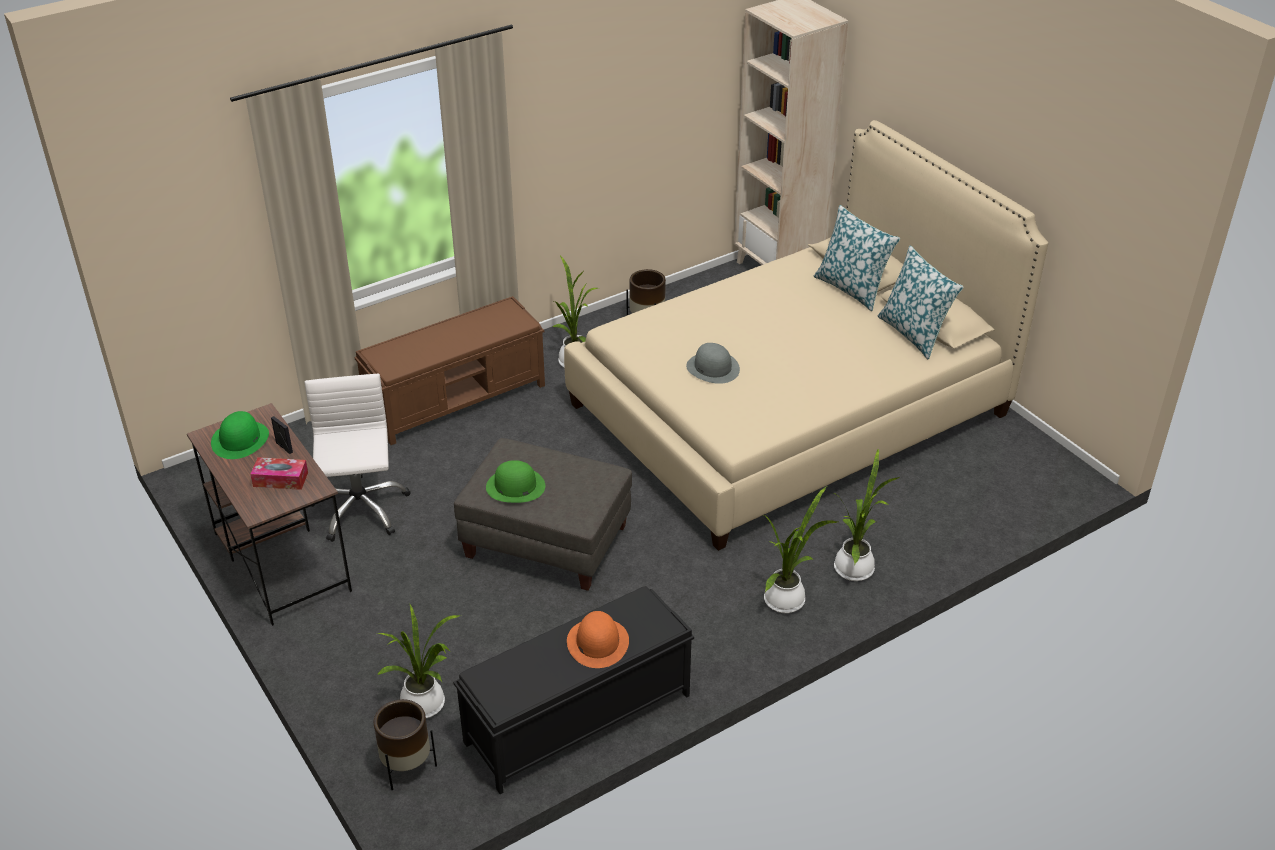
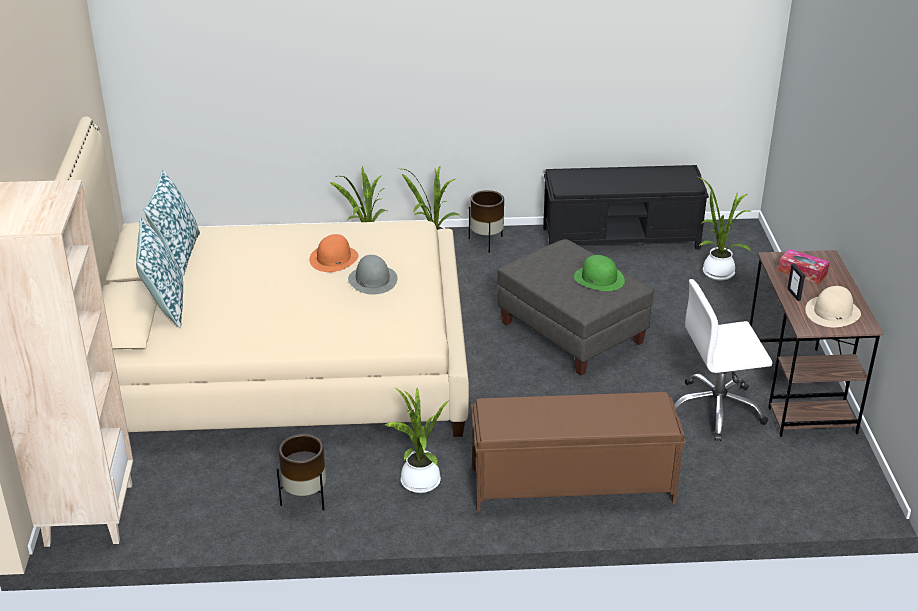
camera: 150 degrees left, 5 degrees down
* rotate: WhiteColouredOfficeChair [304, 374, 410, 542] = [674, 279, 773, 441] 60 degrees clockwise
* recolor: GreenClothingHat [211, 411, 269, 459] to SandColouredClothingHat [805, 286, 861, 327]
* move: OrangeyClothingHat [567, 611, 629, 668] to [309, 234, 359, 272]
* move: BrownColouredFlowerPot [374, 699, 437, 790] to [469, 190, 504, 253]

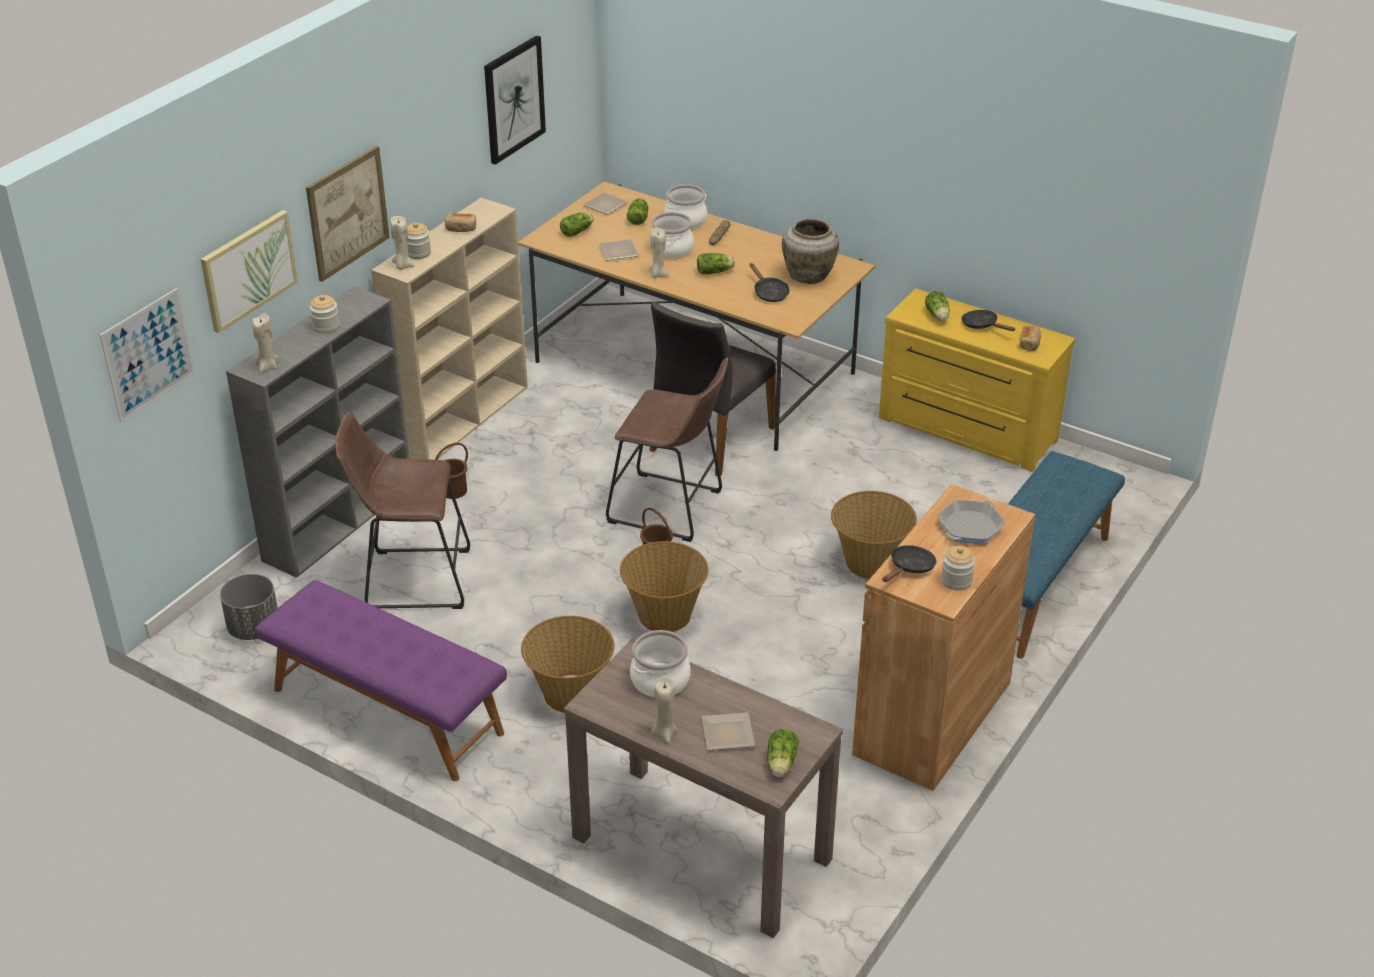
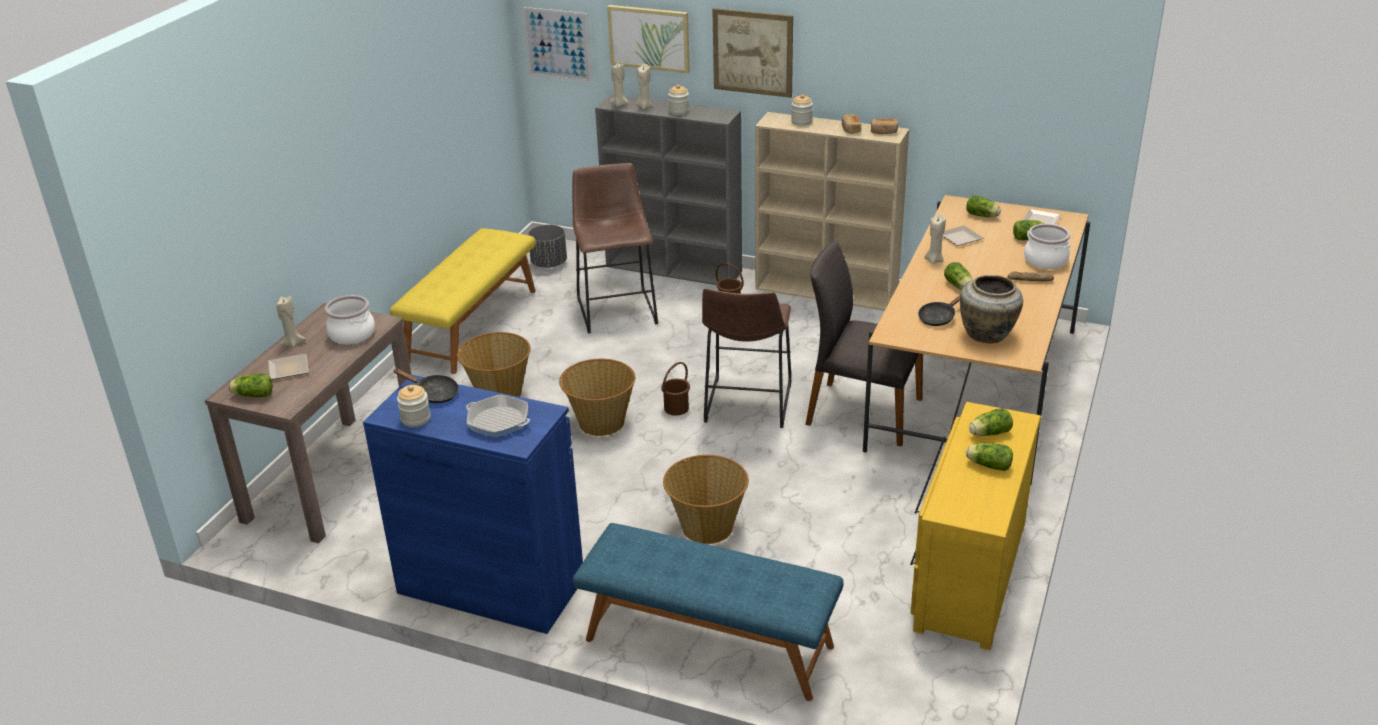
camera: 80 degrees right, 5 degrees down
* delete: WallPicture [484, 35, 546, 165]
* delete: Saucepot [651, 212, 694, 258]
* move: SandColouredWaxLight [390, 216, 415, 270] to [636, 64, 653, 109]
* replace: BlackColouredFryingPan [962, 310, 1015, 331] to HeadOfLettuce [966, 443, 1013, 471]
* move: Bread [1020, 325, 1041, 351] to [871, 119, 898, 134]
* recolor: BrownColouredStorageCabinet [852, 484, 1035, 791] to BlueStorageCabinet [363, 375, 583, 634]
* recolor: PurpleColouredIndoorBench [255, 580, 507, 781] to YellowishIndoorBench [390, 228, 536, 374]

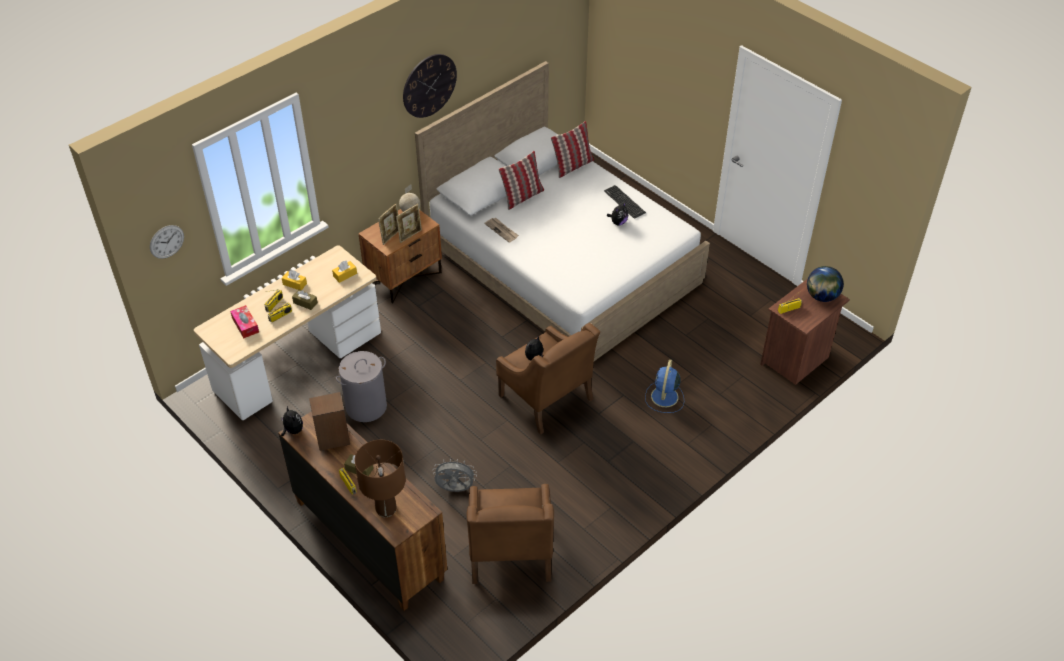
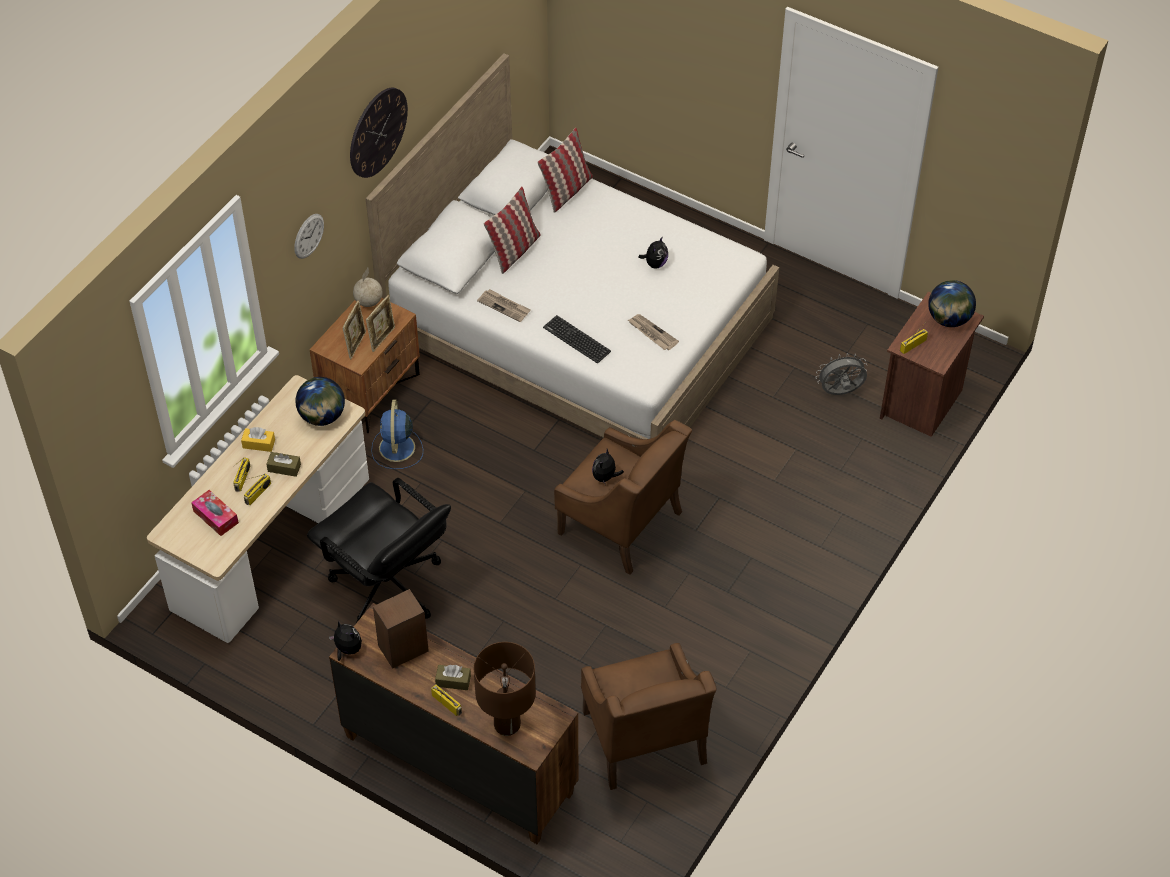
camera: 15 degrees left, 5 degrees up
* move: ComputerKeyboard [604, 185, 646, 218] to [543, 315, 611, 363]
* move: HangingClock [150, 225, 184, 259] to [294, 214, 324, 259]
* replace: YellowishTissueHolder [332, 261, 357, 283] to Globe [296, 377, 345, 426]
* replace: GrayLaundryBasket [336, 351, 387, 422] to BlackColouredOfficeChair [307, 478, 451, 622]
* move: BlueElectricFan [645, 359, 684, 413] to [371, 400, 423, 469]
* move: GrayElectricFan [433, 458, 477, 492] to [816, 353, 867, 395]
* insert: PrintedPaper [628, 314, 679, 350]

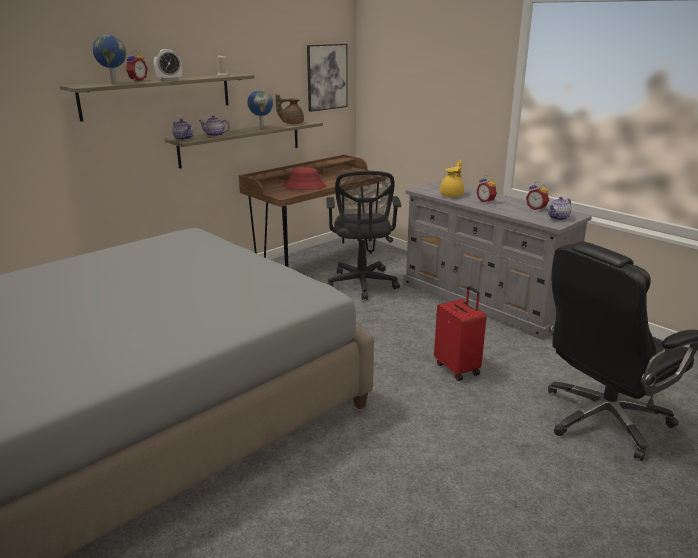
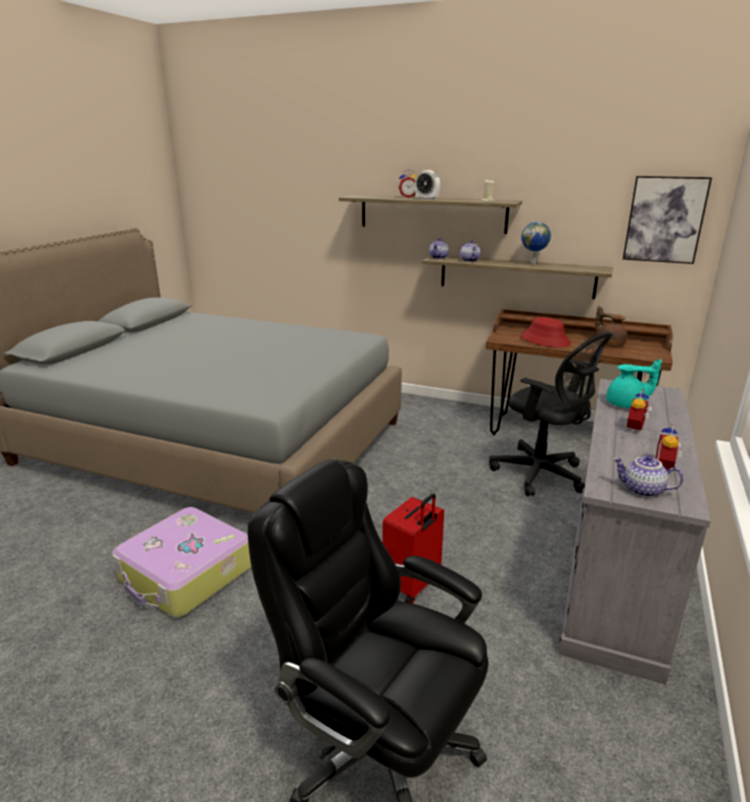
camera: 65 degrees right, 0 degrees up
* delete: Globe [92, 35, 126, 84]
* move: BrownColouredTeapot [276, 94, 304, 124] to [595, 306, 627, 347]
* recolor: YellowishTeapot [440, 160, 464, 197] to TurquoiseColouredTeapot [606, 359, 662, 408]
* rotate: BlackColouredOfficeChair [326, 171, 401, 300] = [489, 333, 613, 496] 105 degrees counterclockwise
* insert: PieceOfLuggage [112, 507, 252, 618]

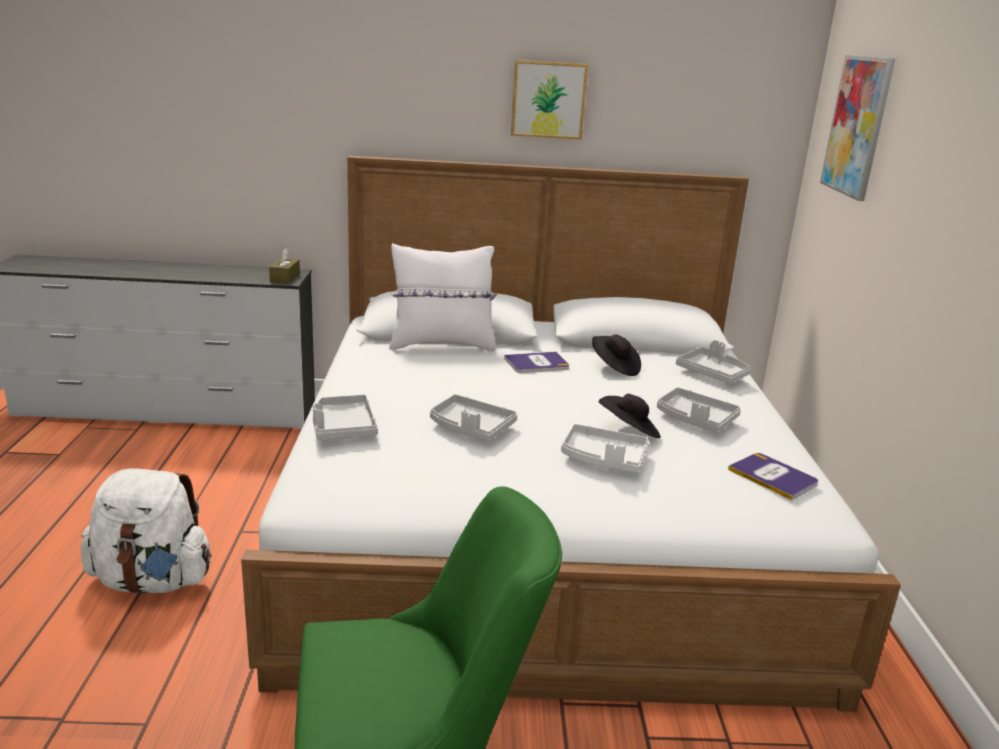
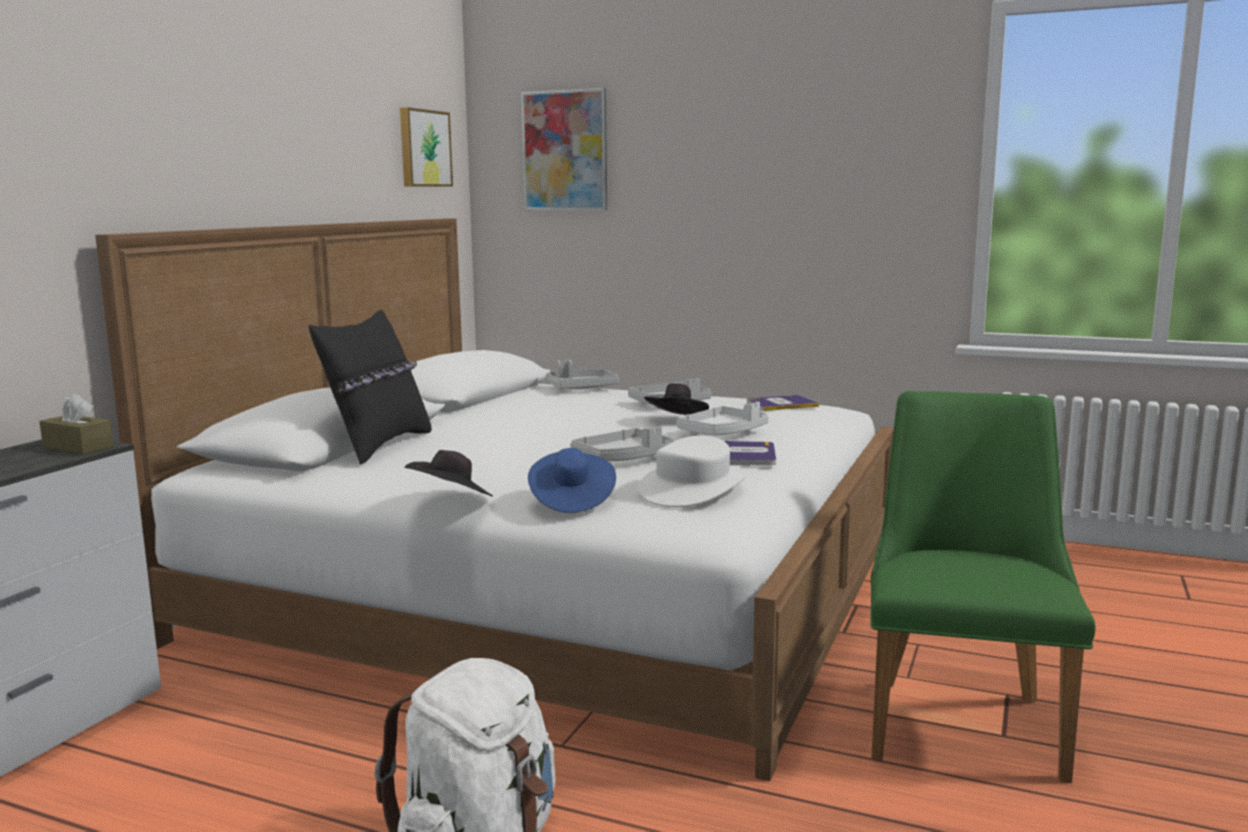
camera: 65 degrees left, 10 degrees down
* move: WallPicture [511, 60, 588, 139] to [400, 107, 453, 187]
* recolor: WhiteColouredThrowPillow [389, 243, 498, 351] to BlackColouredThrowPillow [309, 310, 432, 465]
* move: BlackColouredClothingHat [592, 334, 641, 376] to [405, 450, 493, 497]
* move: Book [504, 352, 569, 373] to [725, 441, 776, 465]
* replace: GrayCarryingTray [313, 395, 378, 440] to BlueClothingHat [528, 448, 616, 513]
* insert: WhiteColouredClothingHat [638, 436, 746, 507]

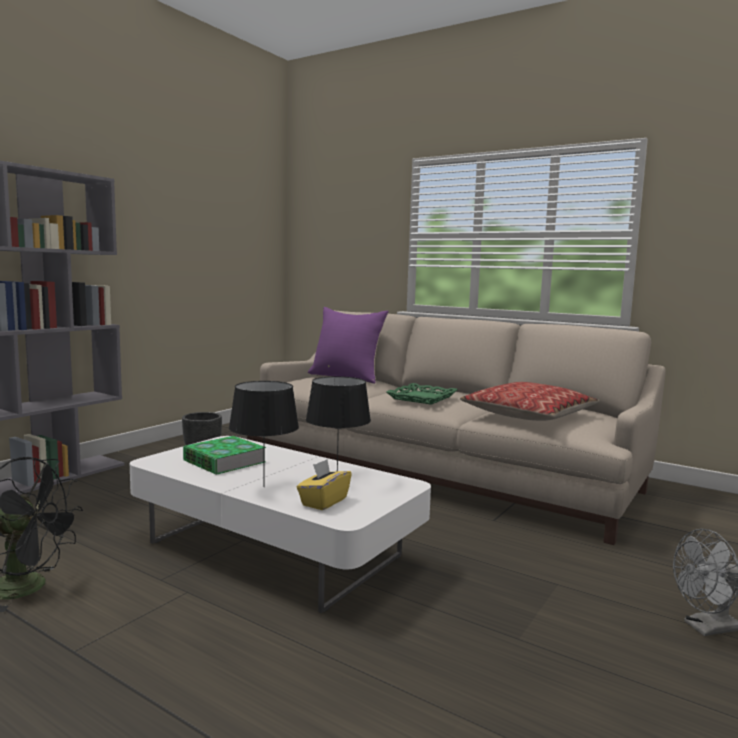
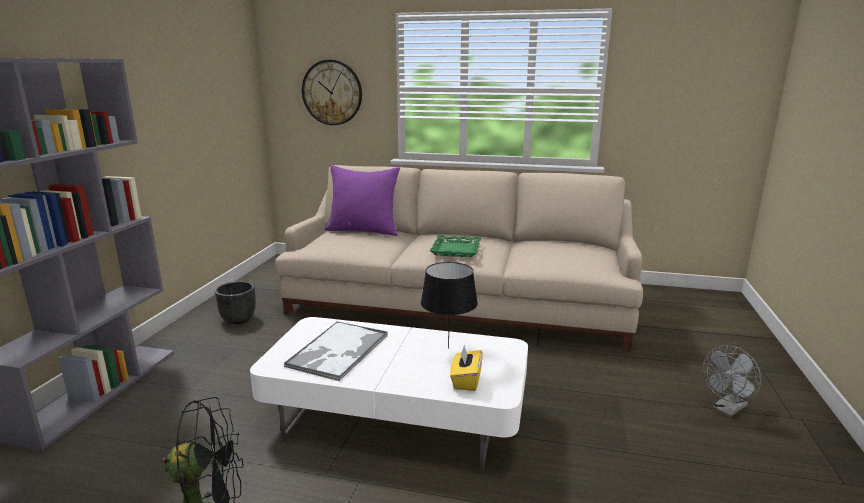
camera: 20 degrees left, 10 degrees up
* delete: BlackColouredTabletopLamp [229, 381, 299, 487]
* delete: ThrowPillow [460, 382, 599, 421]
* replace: Book [183, 436, 266, 475] to CarryingTray [284, 321, 388, 381]
* insert: HangingClock [302, 60, 362, 125]

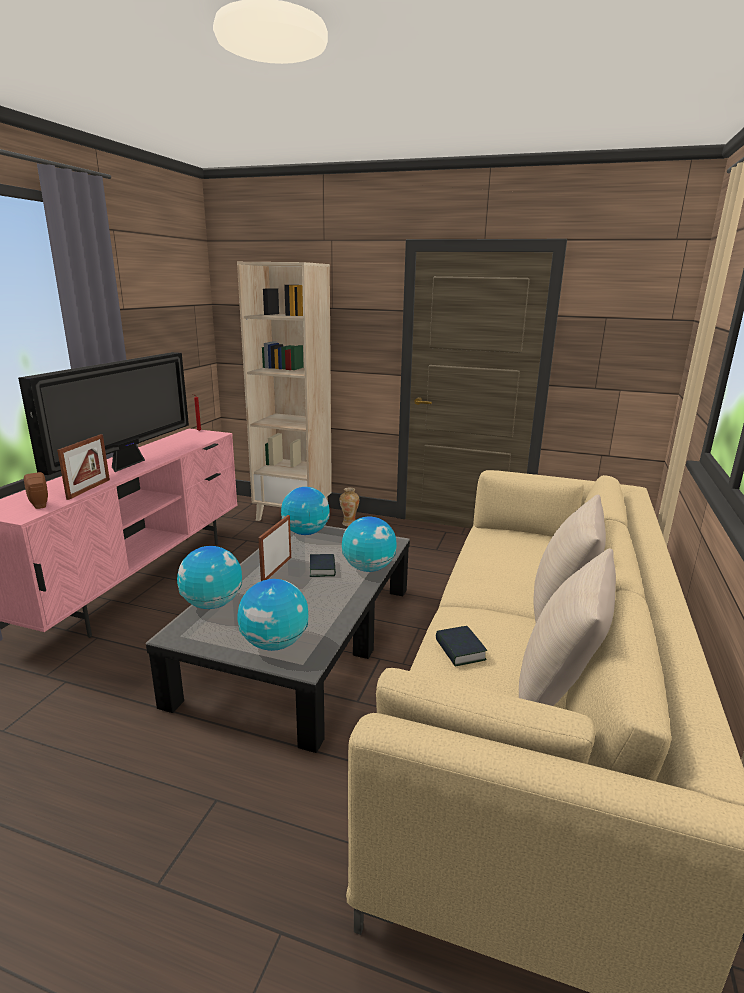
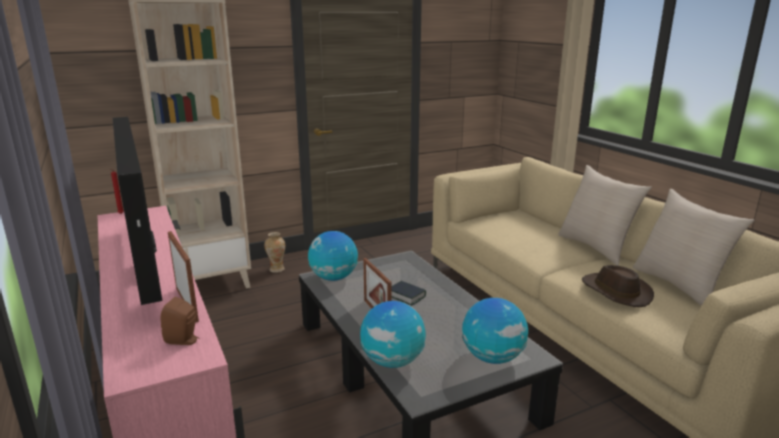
camera: 45 degrees left, 0 degrees up
* delete: Globe [342, 517, 397, 572]
* replace: Book [436, 626, 487, 667] to BrownColouredClothingHat [582, 265, 654, 307]

